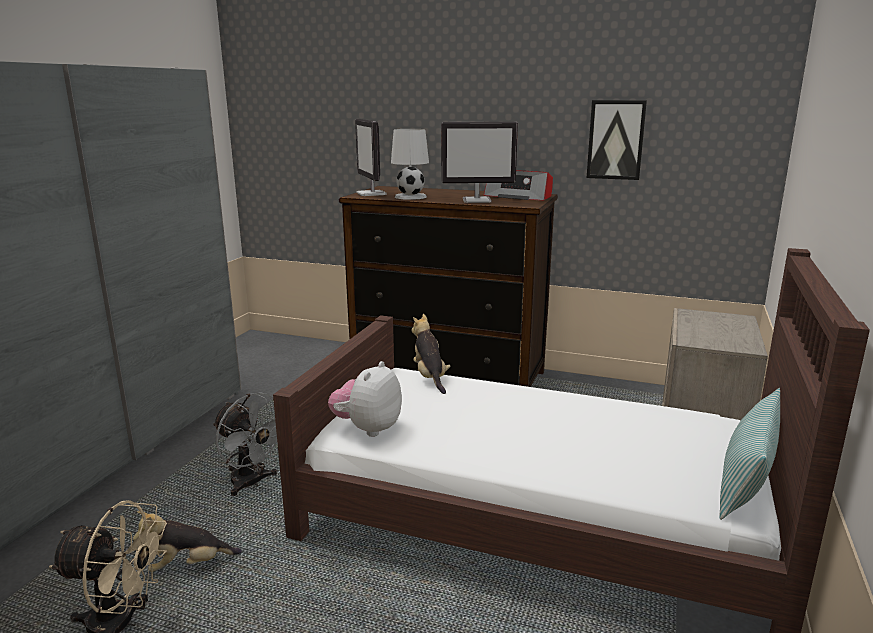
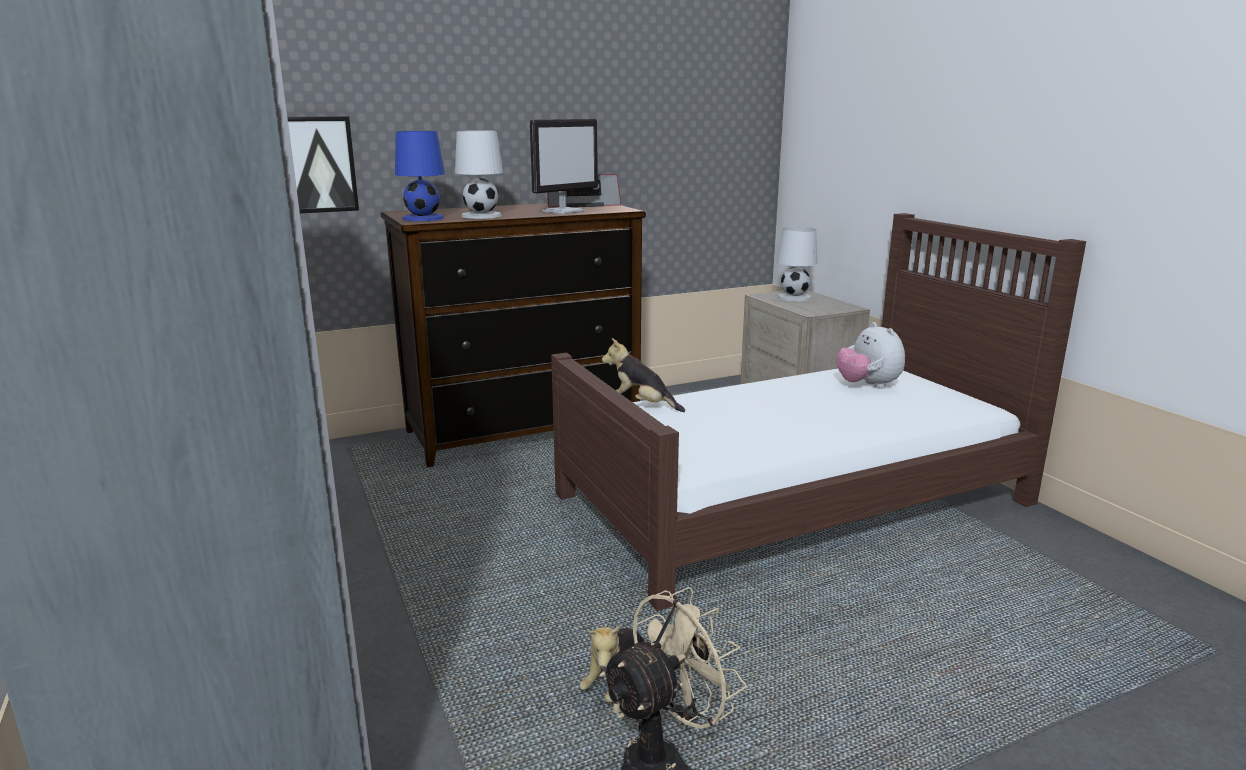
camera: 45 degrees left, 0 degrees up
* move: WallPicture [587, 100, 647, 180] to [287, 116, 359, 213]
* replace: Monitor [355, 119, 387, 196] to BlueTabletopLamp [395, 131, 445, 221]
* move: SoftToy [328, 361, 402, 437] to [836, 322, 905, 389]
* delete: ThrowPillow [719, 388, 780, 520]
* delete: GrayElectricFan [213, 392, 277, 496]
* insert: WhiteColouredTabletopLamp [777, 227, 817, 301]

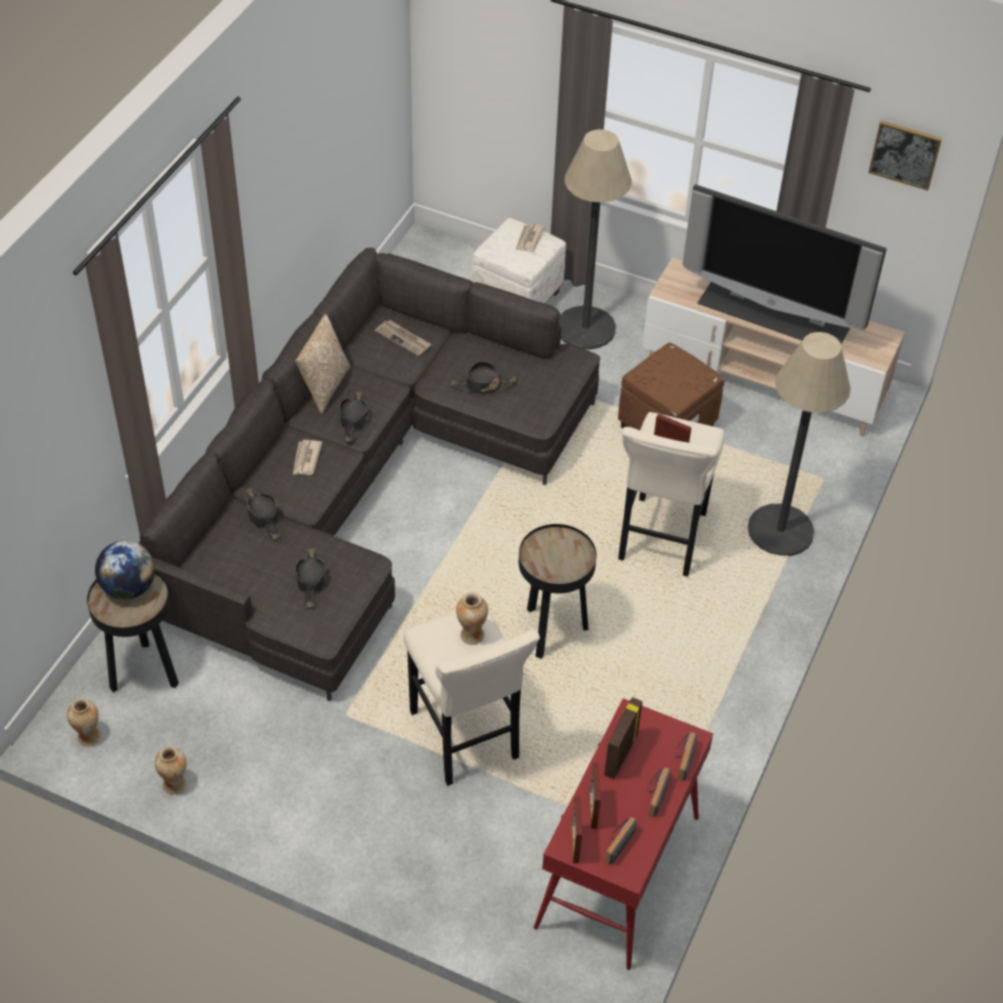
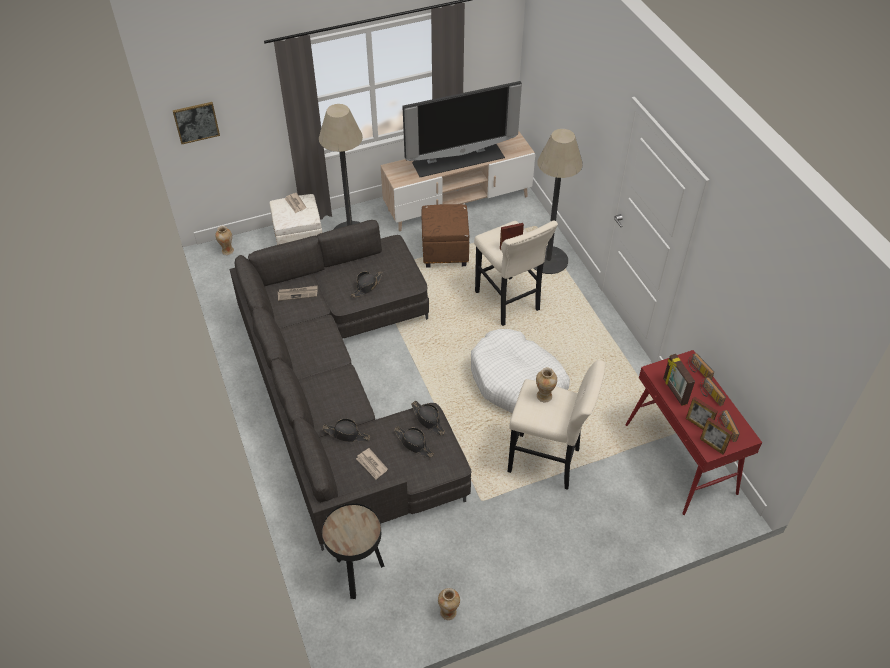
camera: 45 degrees left, 0 degrees up
* move: WallPicture [869, 121, 942, 190] to [172, 102, 220, 144]
* delete: ThrowPillow [295, 314, 351, 414]
* move: BlackColouredClothingHat [339, 392, 368, 442] to [411, 401, 445, 436]
* move: PrintedPaper [293, 440, 322, 475] to [356, 448, 388, 479]
* replace: BlackColouredAccentTable [519, 524, 596, 659] to WhiteColouredDogCushion [471, 329, 570, 413]
* delete: Globe [95, 541, 155, 599]
* move: FlowerVase [67, 698, 101, 747] to [215, 226, 234, 255]

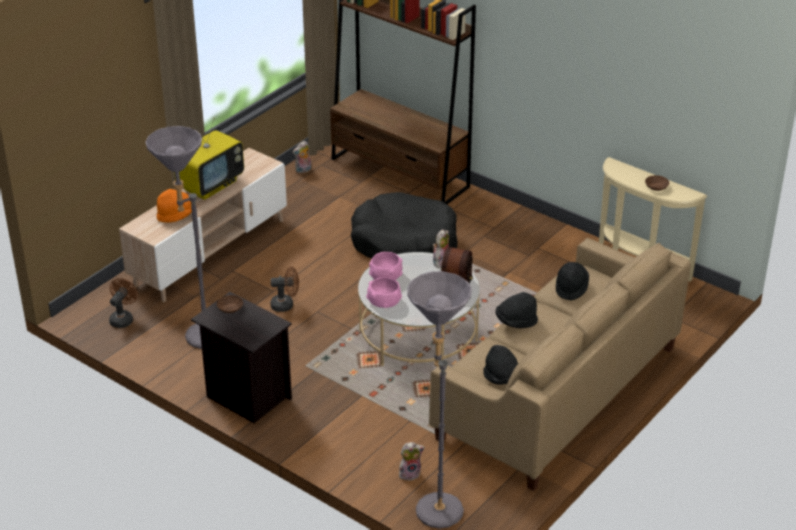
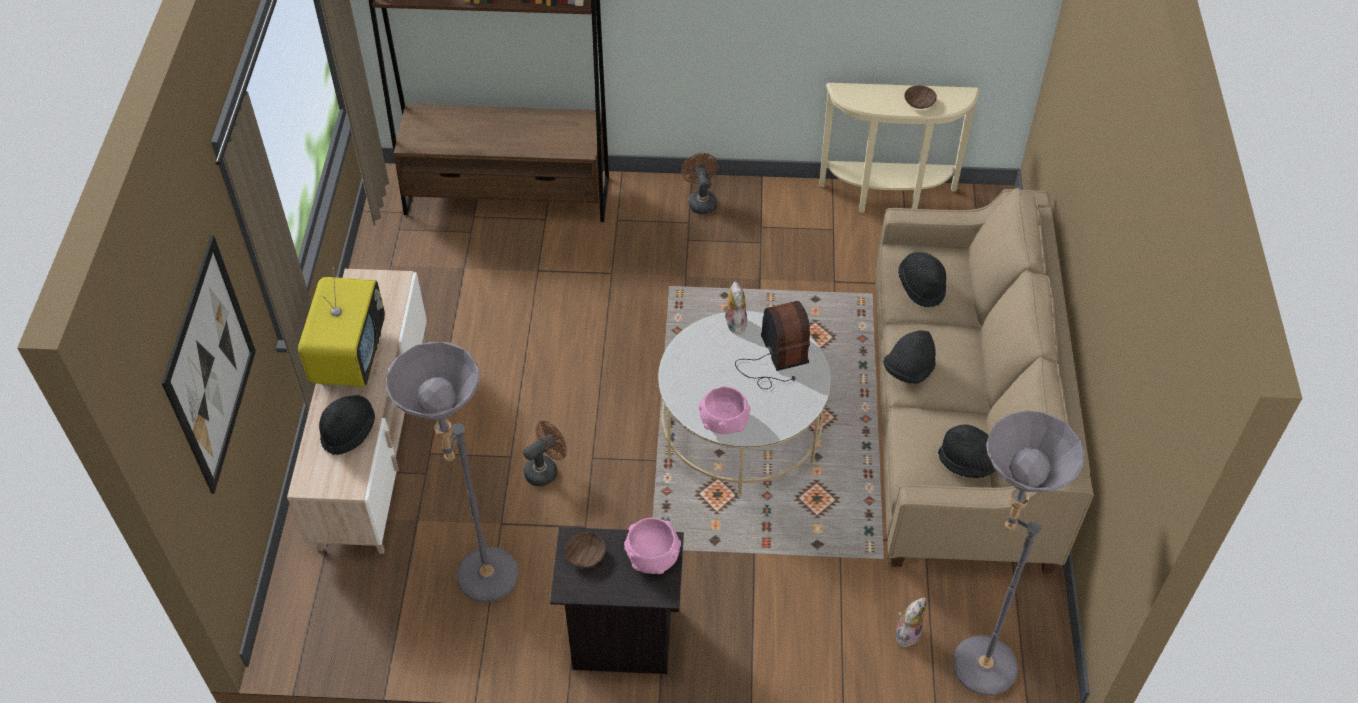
camera: 35 degrees left, 15 degrees up
* delete: SoftToy [293, 141, 311, 174]
* recolor: OrangeyClothingHat [157, 189, 192, 223] to BlackColouredClothingHat [319, 395, 375, 455]
* delete: BlackColouredDogCushion [351, 192, 458, 258]
* move: PinkishDeepDish [369, 252, 403, 280] to [624, 518, 681, 574]
* move: BrownColouredElectricFan [109, 278, 138, 328] to [681, 153, 718, 214]
* insert: WallPicture [161, 235, 256, 494]

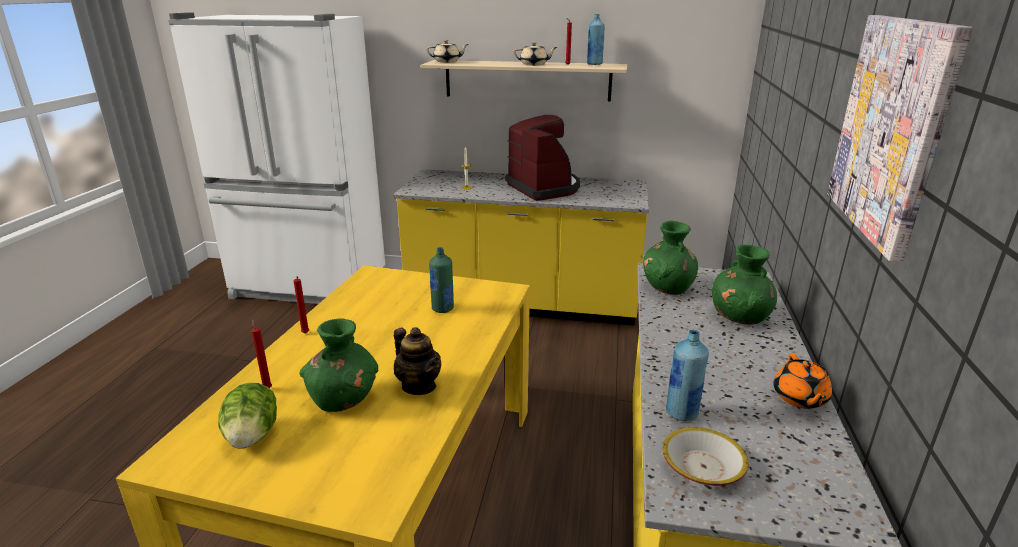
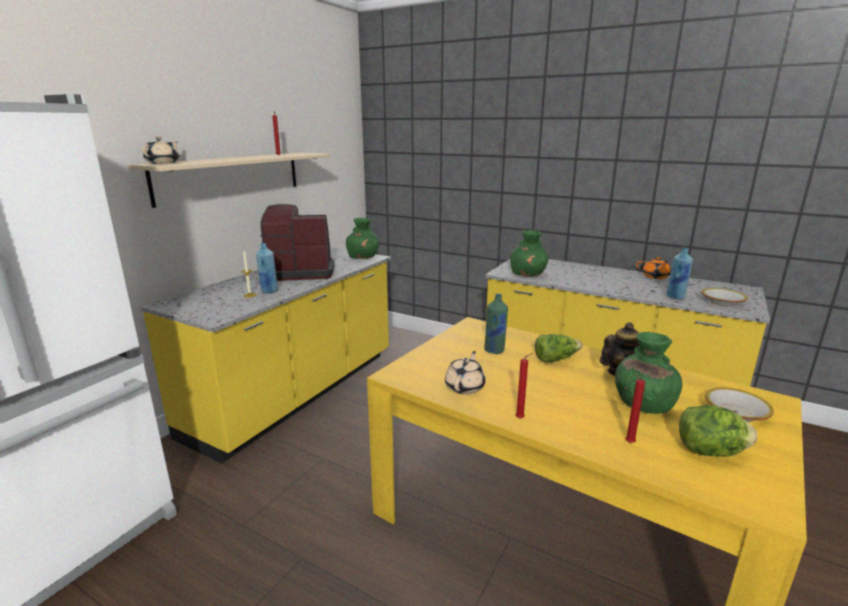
camera: 70 degrees left, 5 degrees down
* move: BlueBottle [587, 14, 605, 65] to [256, 243, 278, 293]
* delete: WallPicture [827, 15, 973, 262]
* move: SandColouredTeapot [513, 42, 557, 66] to [445, 351, 485, 394]
* move: GreenFlowerVase [712, 245, 777, 325] to [346, 218, 379, 259]
* insert: HeadOfLettuce [535, 334, 583, 362]
* insert: DeepDish [705, 388, 774, 422]

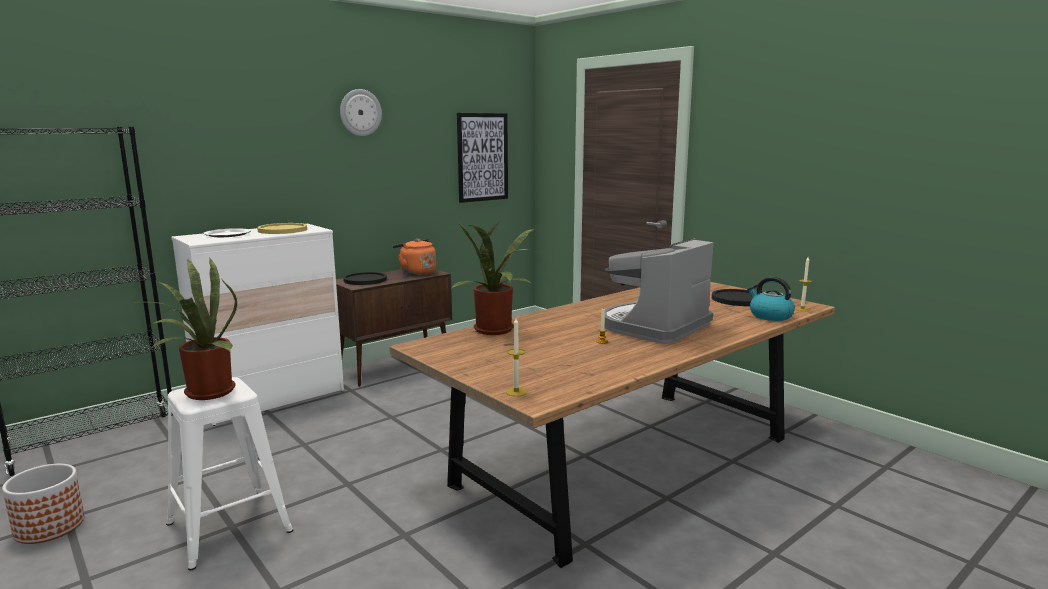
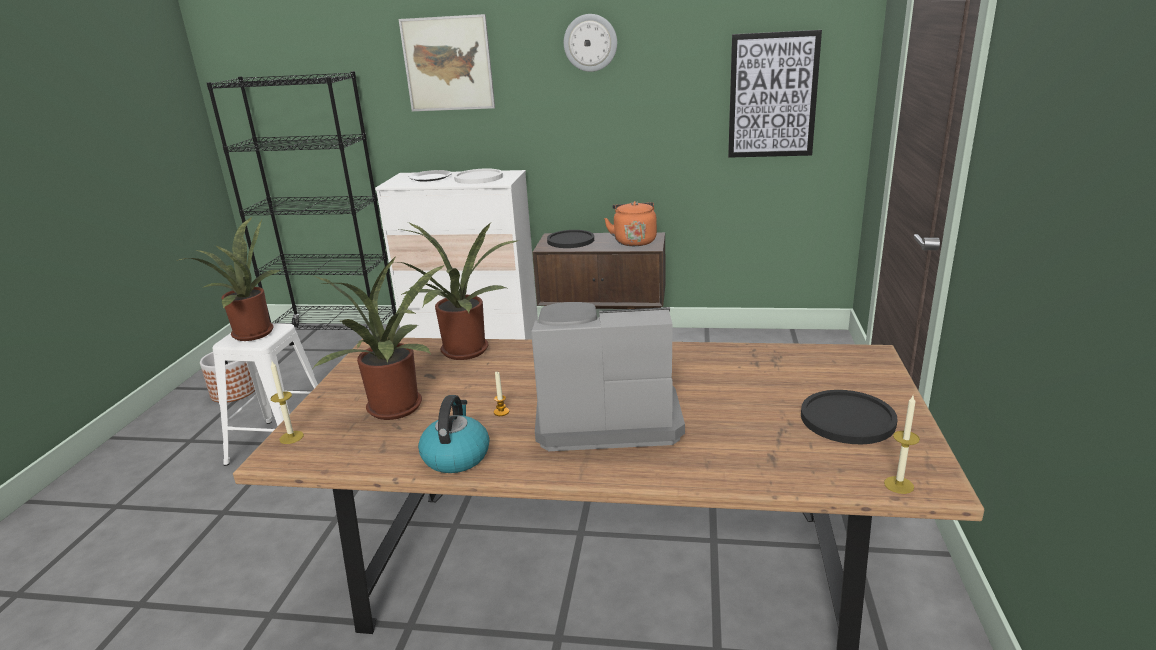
camera: 50 degrees right, 10 degrees up
* recolor: YellowishPlate [257, 223, 307, 234] to WhiteColouredPlate [454, 168, 503, 184]
* move: TeaKettle [747, 277, 795, 321] to [418, 395, 489, 473]
* insert: WallPicture [398, 14, 495, 111]
* insert: PottedPlant [313, 256, 445, 420]

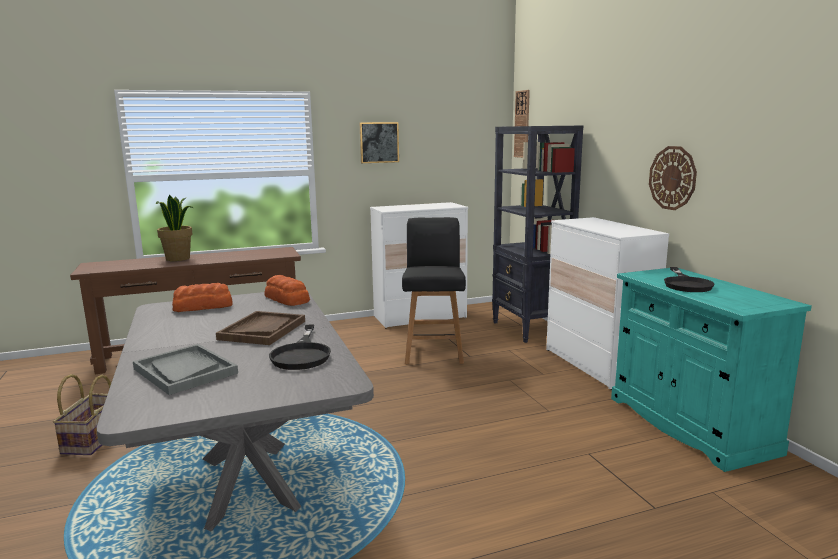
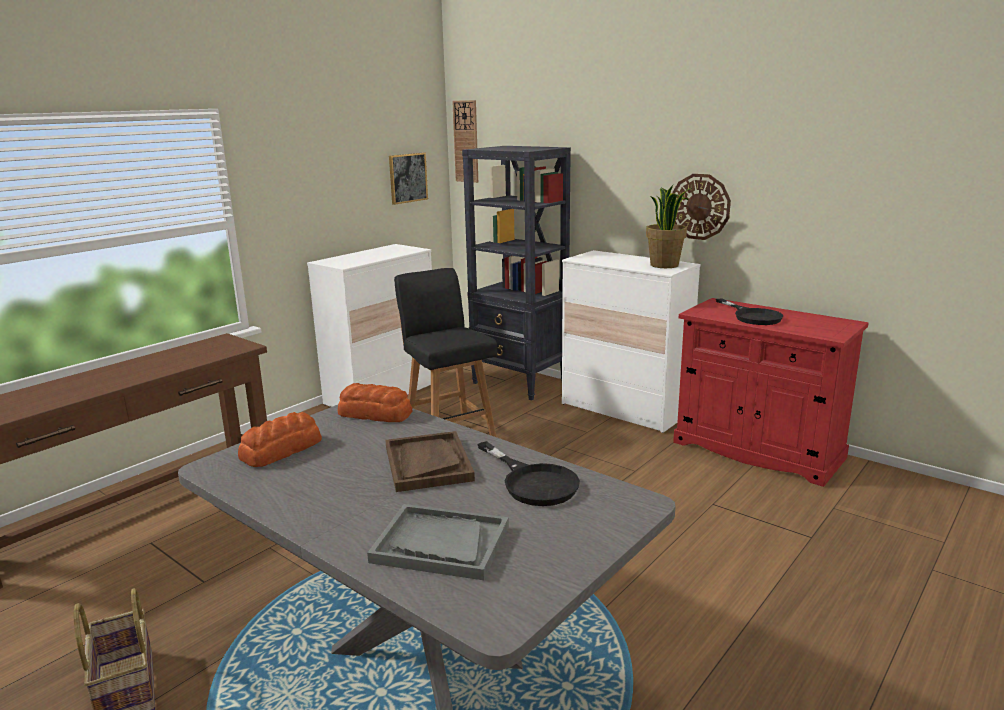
camera: 30 degrees left, 5 degrees up
* move: WallPicture [360, 122, 399, 163] to [389, 152, 428, 205]
* move: PottedPlant [156, 195, 193, 261] to [646, 185, 692, 268]
* recolor: TurquoiseColouredStorageCabinet [611, 268, 812, 472] to ReddishStorageCabinet [673, 298, 869, 487]

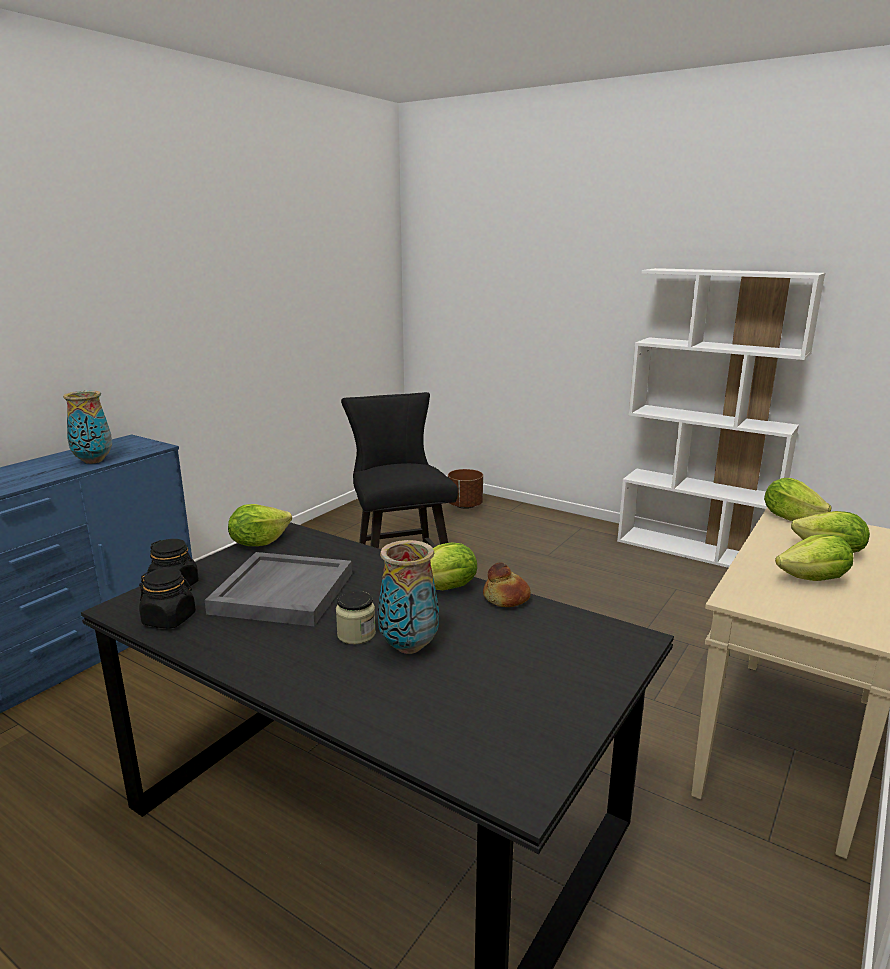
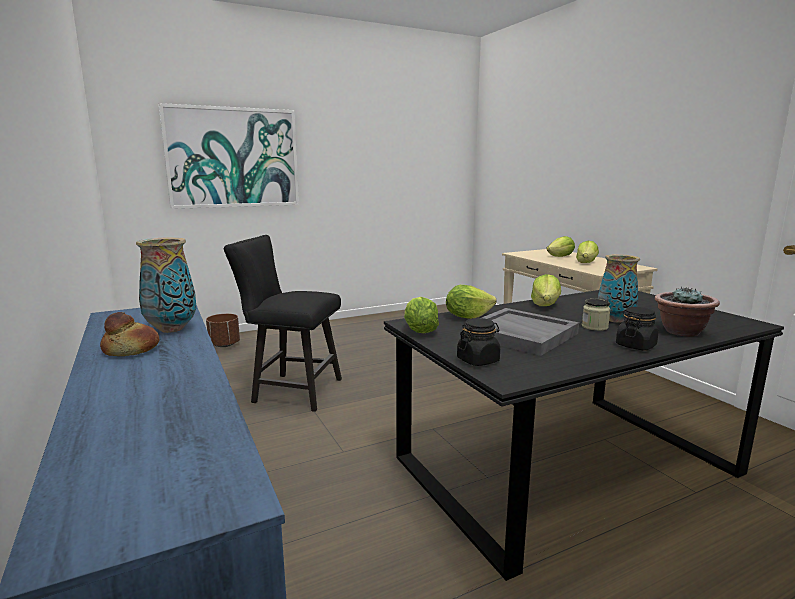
camera: 60 degrees left, 5 degrees down
* delete: WhiteColouredShelvingUnit [617, 268, 825, 568]
* move: HeadOfLettuce [764, 478, 831, 521] to [446, 285, 497, 319]
* move: Bread [483, 563, 531, 607] to [100, 312, 159, 356]
* move: BlackColouredPreserveJar [139, 568, 196, 629] to [616, 307, 658, 350]
* insert: WallPicture [159, 103, 299, 209]
* insert: PottedPlant [654, 287, 720, 337]

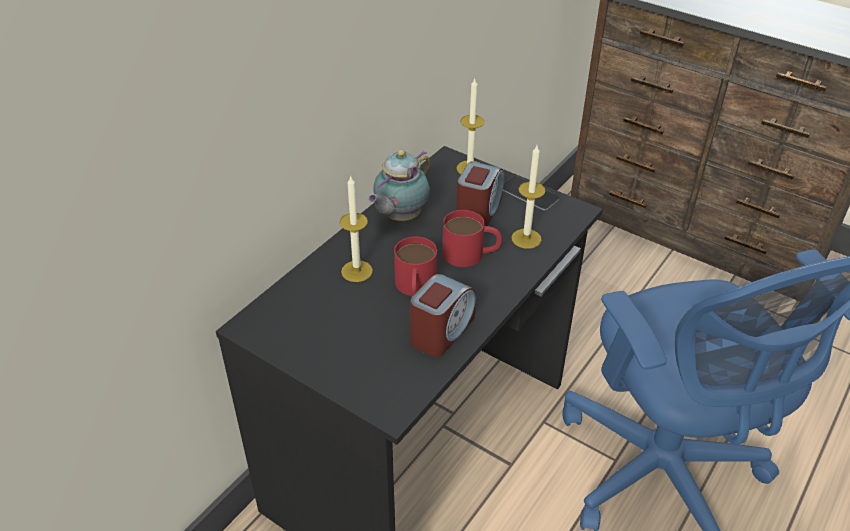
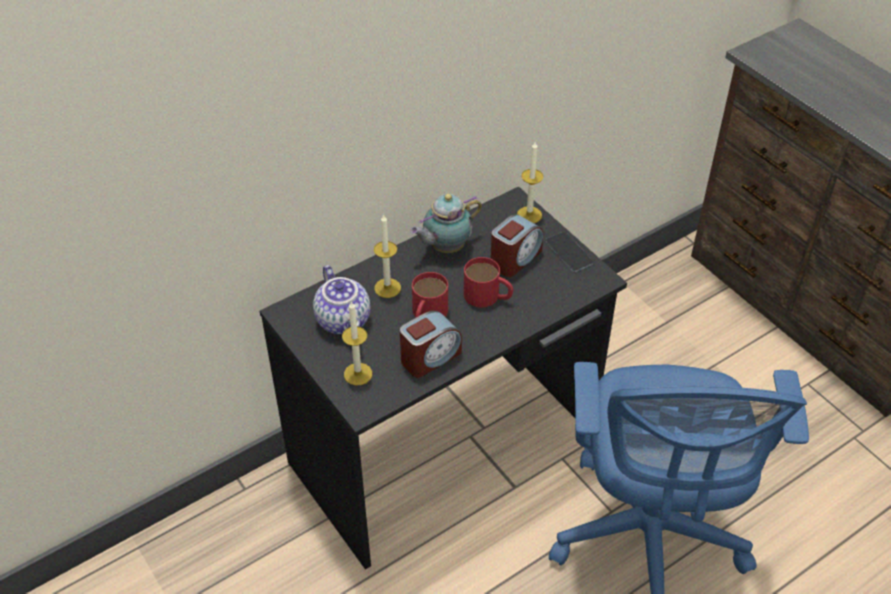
camera: 20 degrees right, 5 degrees up
* move: WaxLight [512, 145, 545, 249] to [342, 301, 372, 385]
* insert: Teapot [313, 265, 370, 334]

